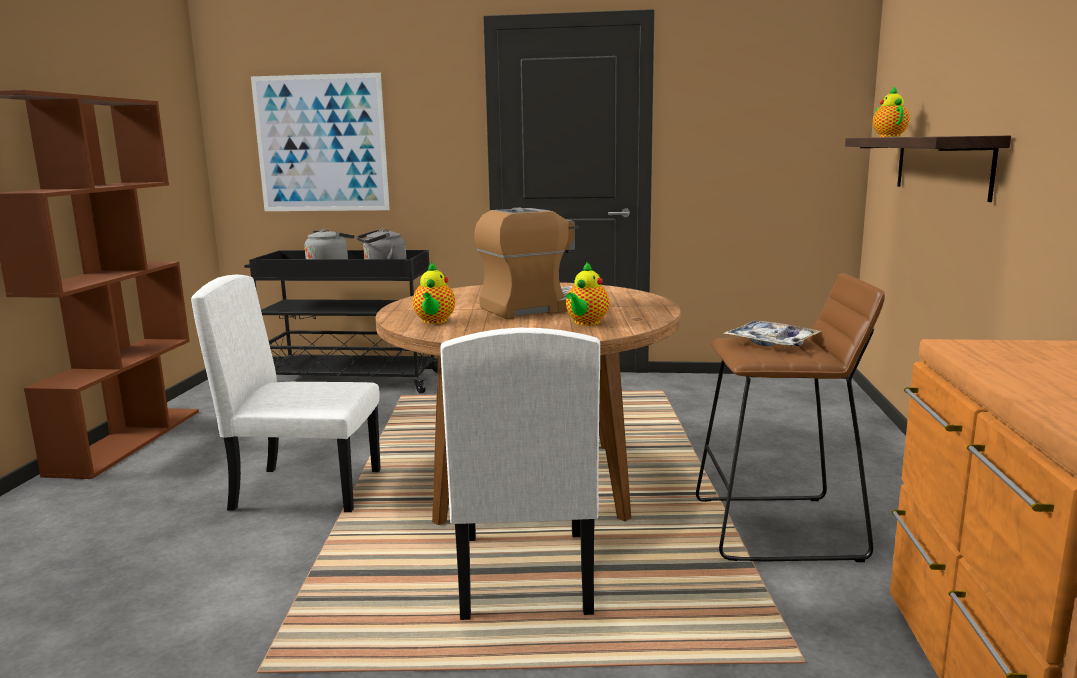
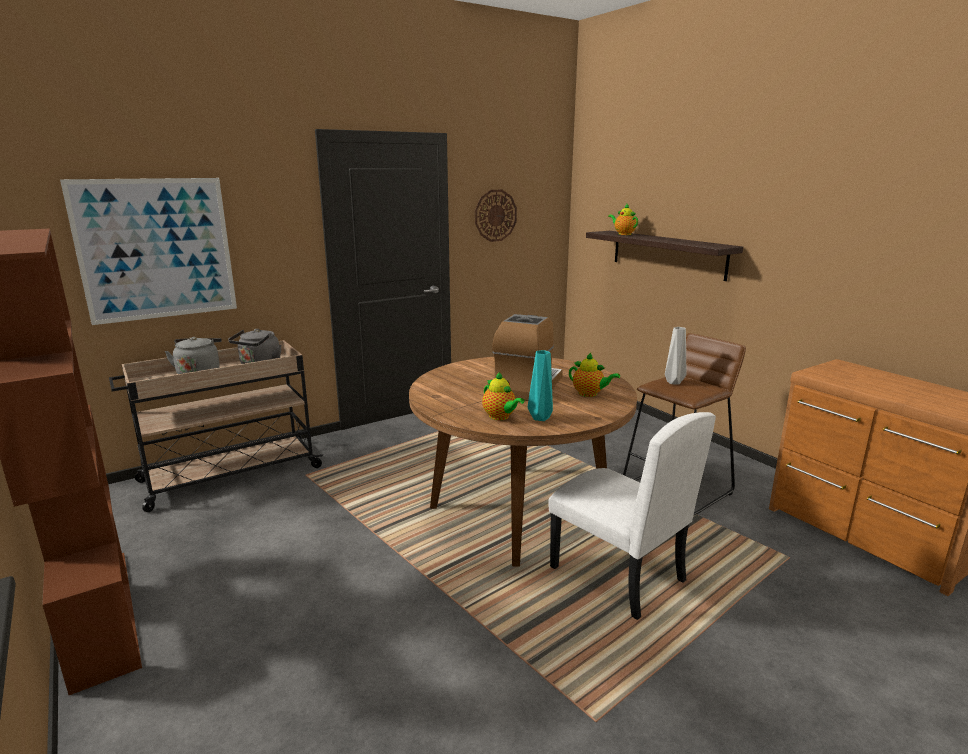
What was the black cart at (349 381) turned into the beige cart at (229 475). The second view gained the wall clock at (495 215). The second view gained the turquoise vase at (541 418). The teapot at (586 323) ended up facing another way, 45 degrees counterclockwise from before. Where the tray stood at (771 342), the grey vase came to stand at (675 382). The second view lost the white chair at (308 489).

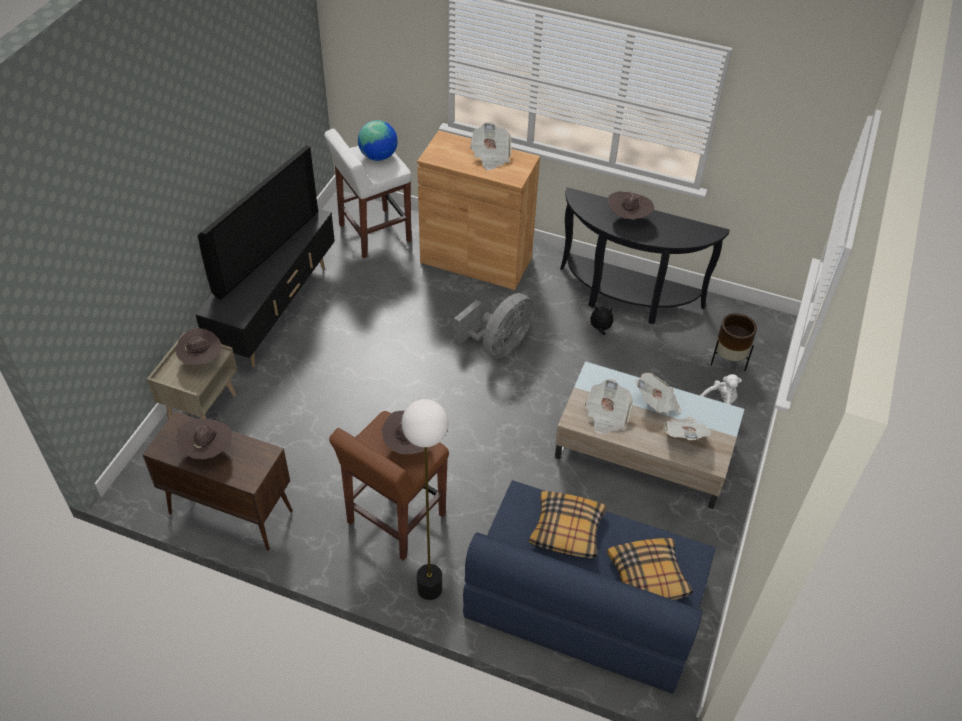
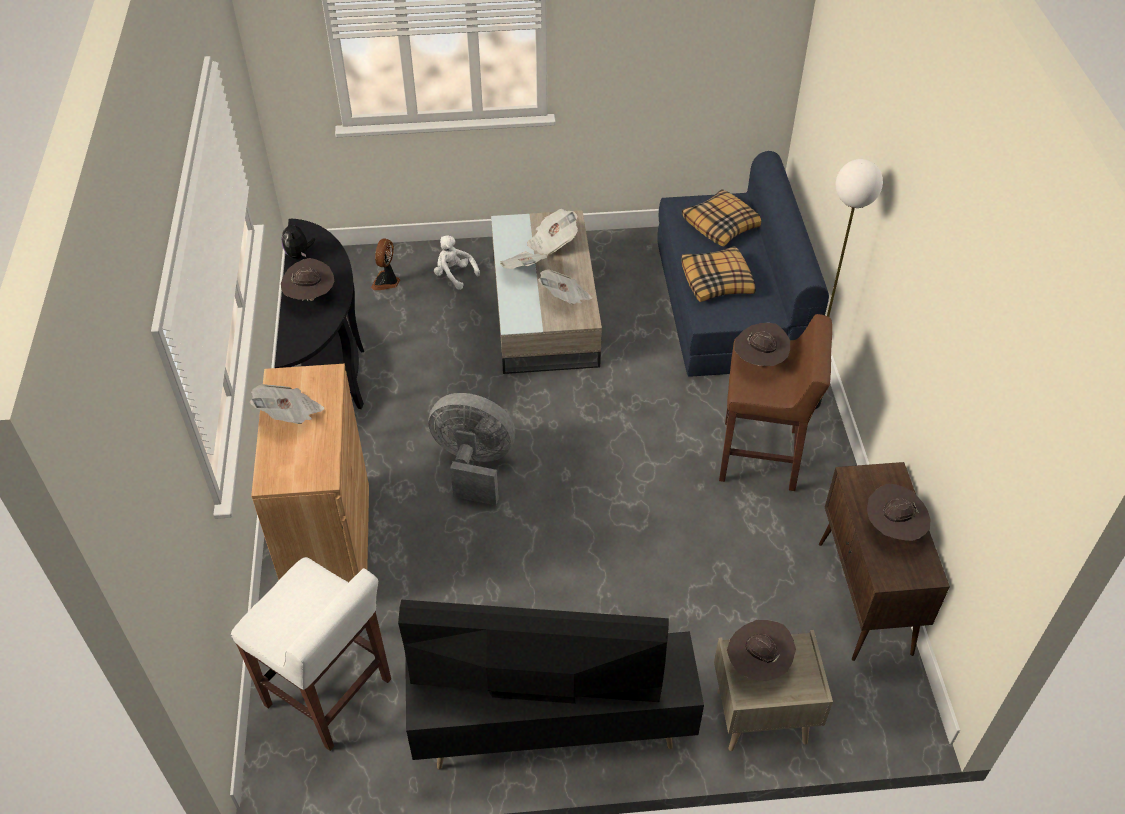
The plush toy ended up elsewhere, having gone from (600 329) to (299 254). Where the brown planter stood at (728 360), the fan came to stand at (387 282). The second view lost the globe at (379 156).

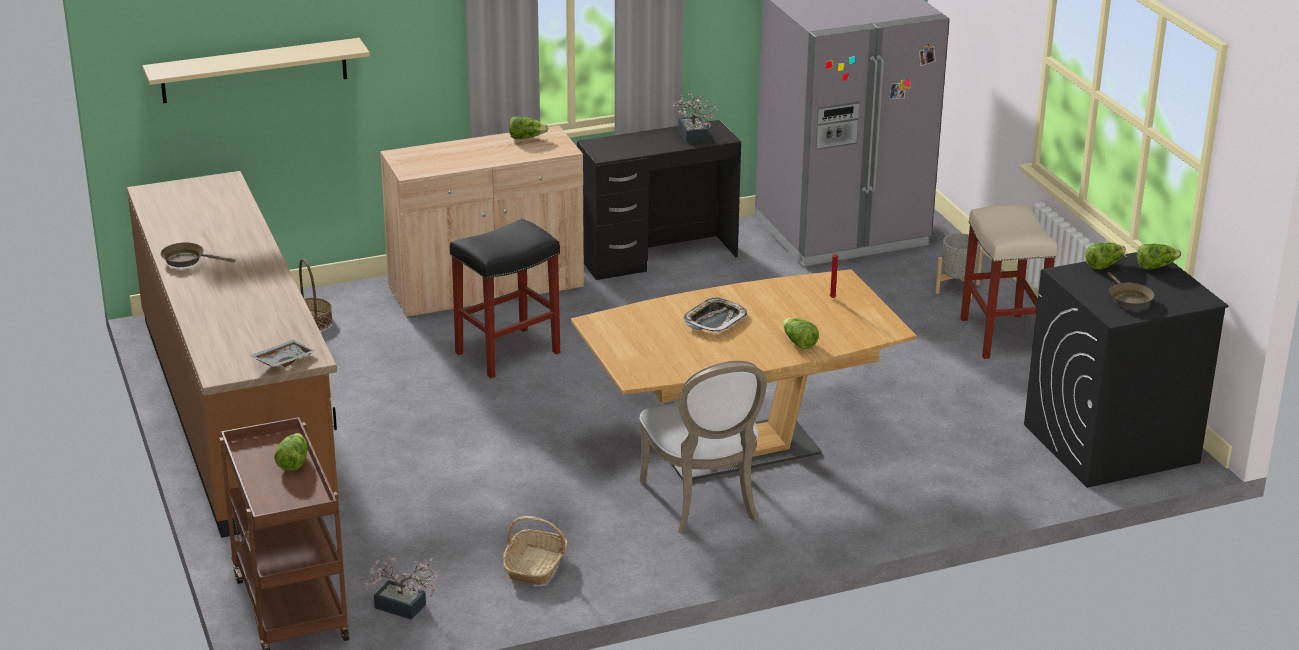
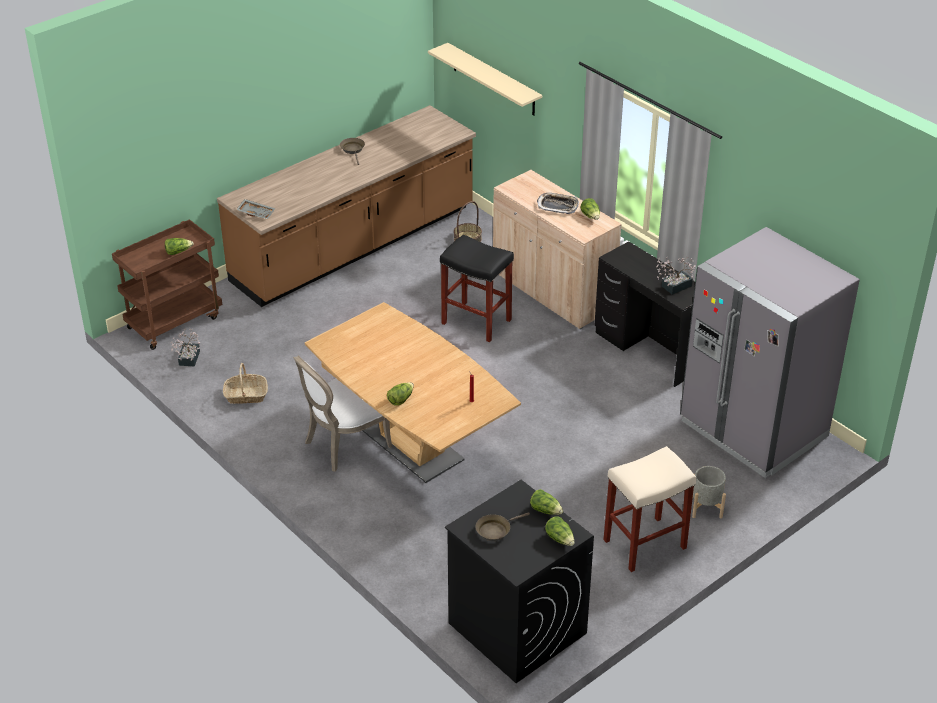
The tray ended up elsewhere, having gone from (714 320) to (557 206).

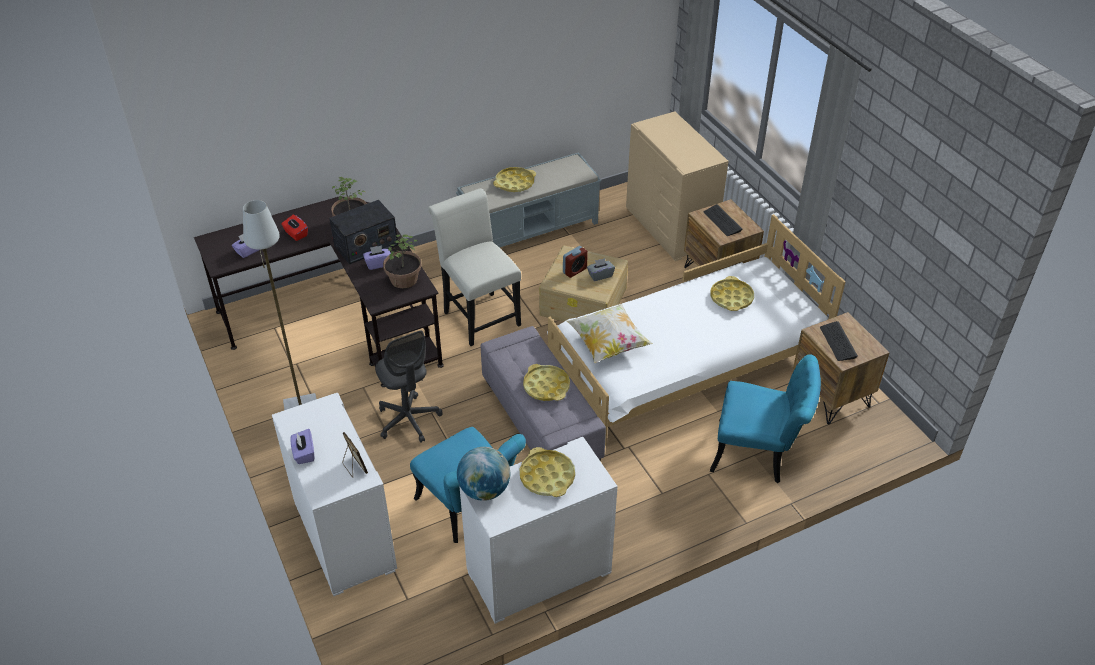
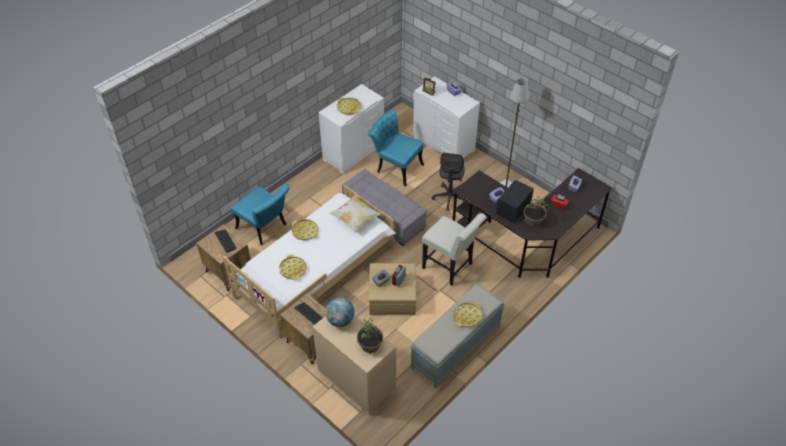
The turquoise chair at (759 453) ended up facing another way, 135 degrees counterclockwise from before. The yellow tray ended up elsewhere, having gone from (546 386) to (305 231). The globe ended up elsewhere, having gone from (484 490) to (340 320). The potted plant ended up elsewhere, having gone from (403 279) to (370 345). The grey office chair at (408 420) ended up facing another way, 120 degrees counterclockwise from before.

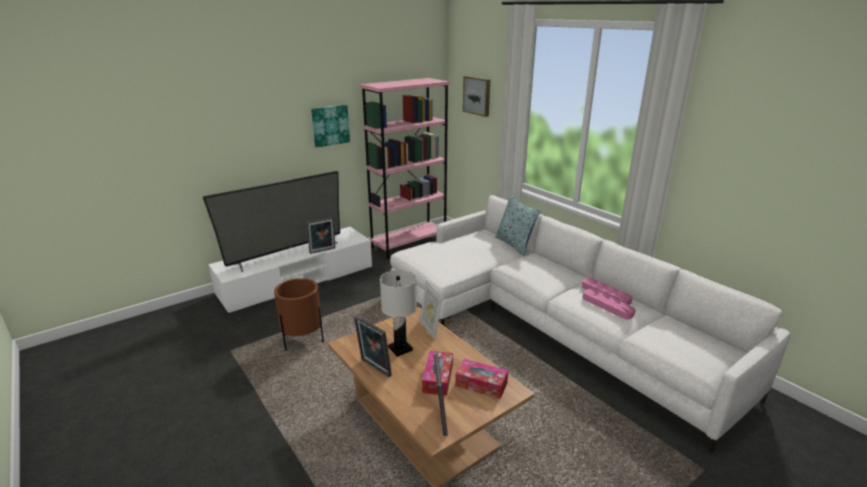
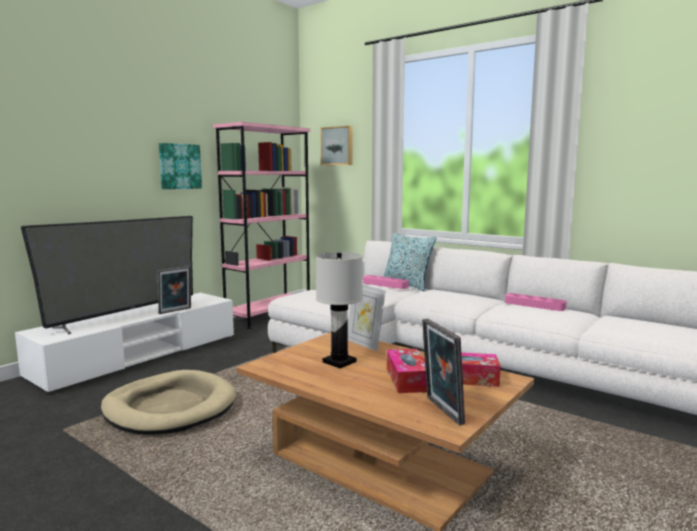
Where the brown planter stood at (303 340), the beige dog bed came to stand at (170 407). The pink tray ended up elsewhere, having gone from (607 306) to (385 285). The second view lost the picture frame at (374 368).

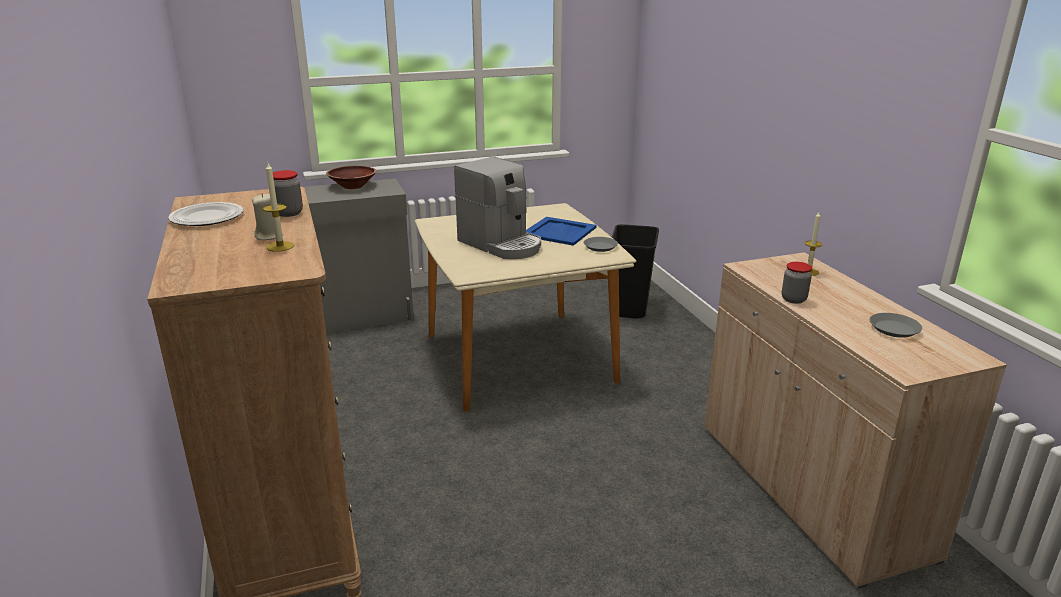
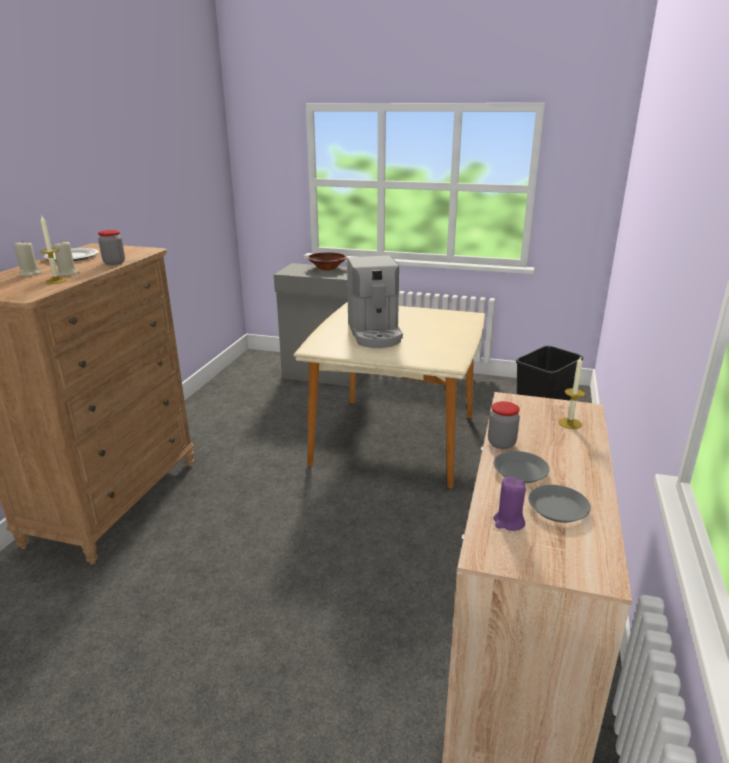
The second view gained the beige candle at (30 274). The second view gained the purple candle at (508 522). The grey plate ended up elsewhere, having gone from (600 247) to (520 471). The second view lost the blue tray at (559 232).

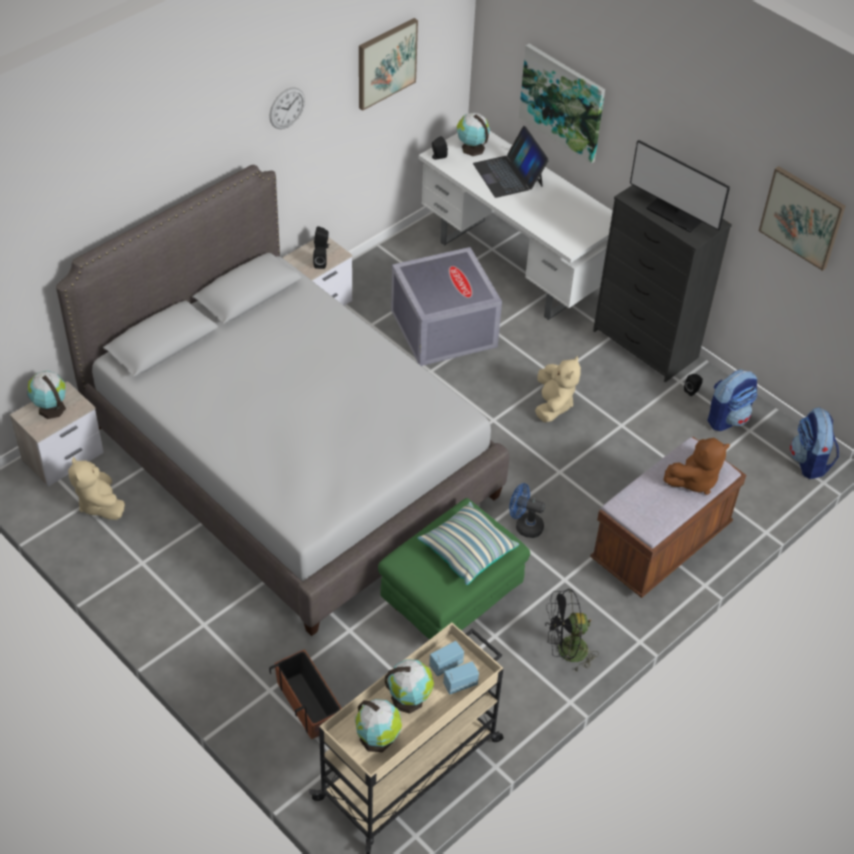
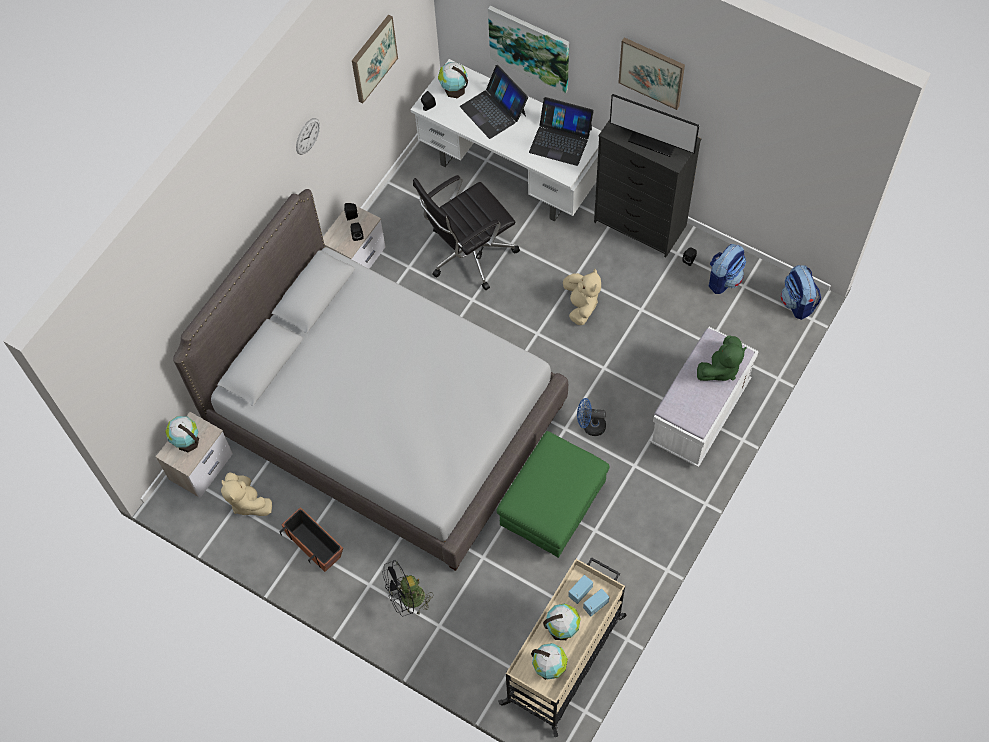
The planter ended up elsewhere, having gone from (308 704) to (314 545). The black fan ended up elsewhere, having gone from (565 651) to (407 599). Where the grey storage box stood at (442 328), the black office chair came to stand at (468 253). The second view gained the laptop at (560 140). The picture ended up elsewhere, having gone from (802 217) to (652 72). What was the brown bench at (660 544) turned into the white bench at (700 413). What was the brown plush toy at (695 480) turned into the green plush toy at (720 368). The second view lost the pillow at (467 550).

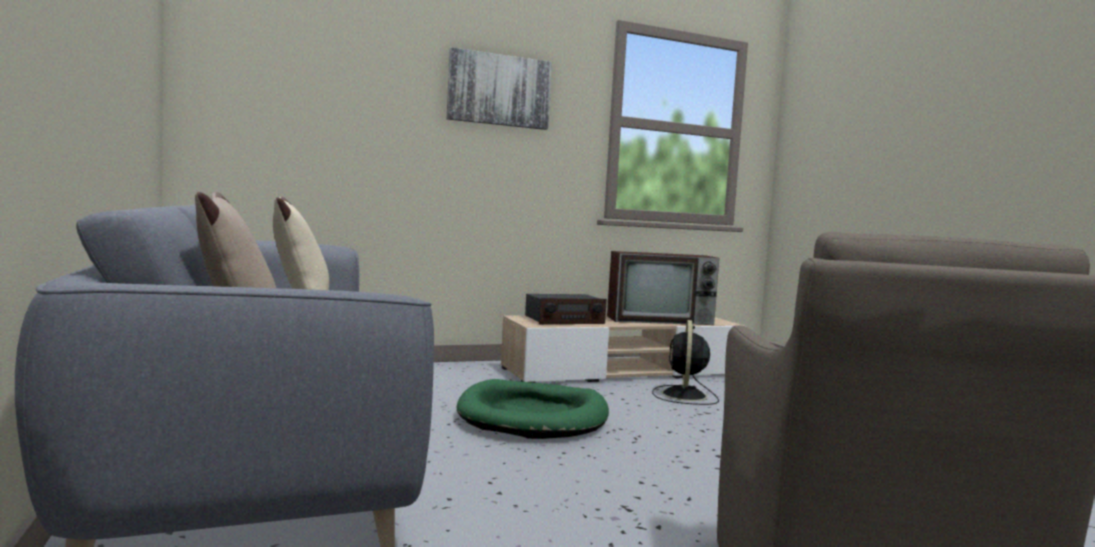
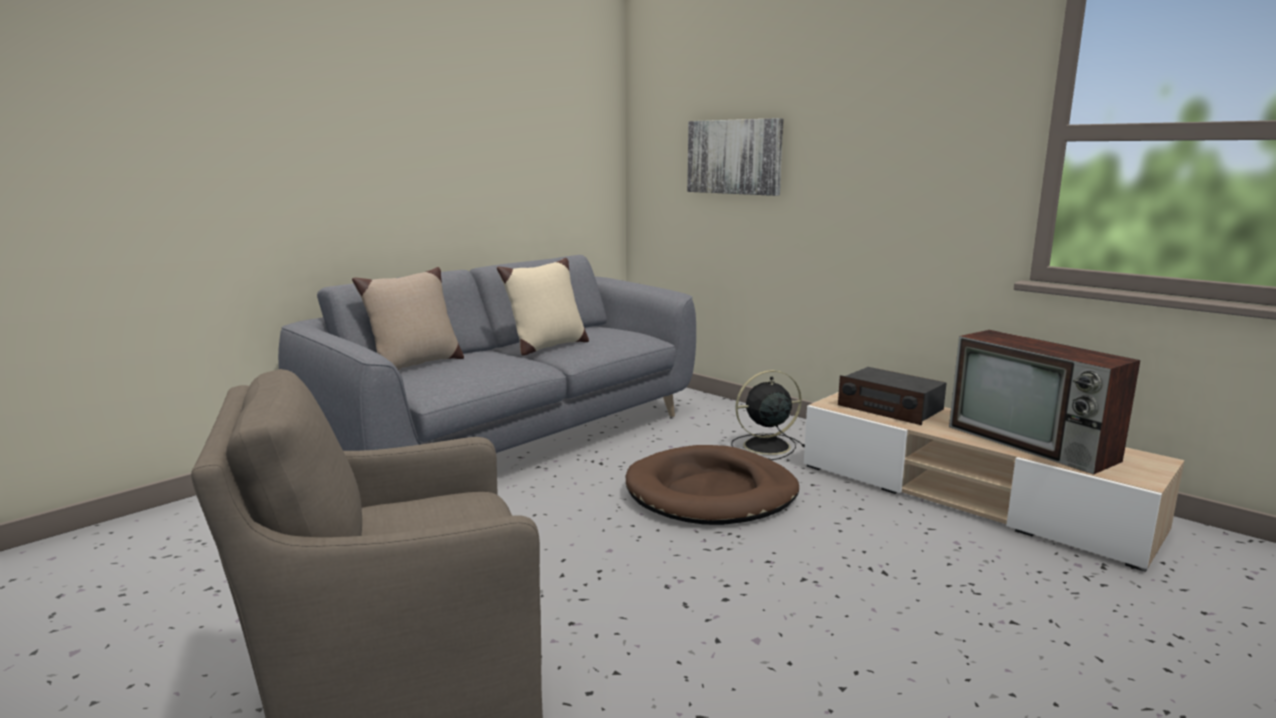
What was the green dog bed at (533 416) turned into the brown dog bed at (711 493). The picture ended up elsewhere, having gone from (499 90) to (734 157). The black fan ended up elsewhere, having gone from (684 395) to (764 446).

